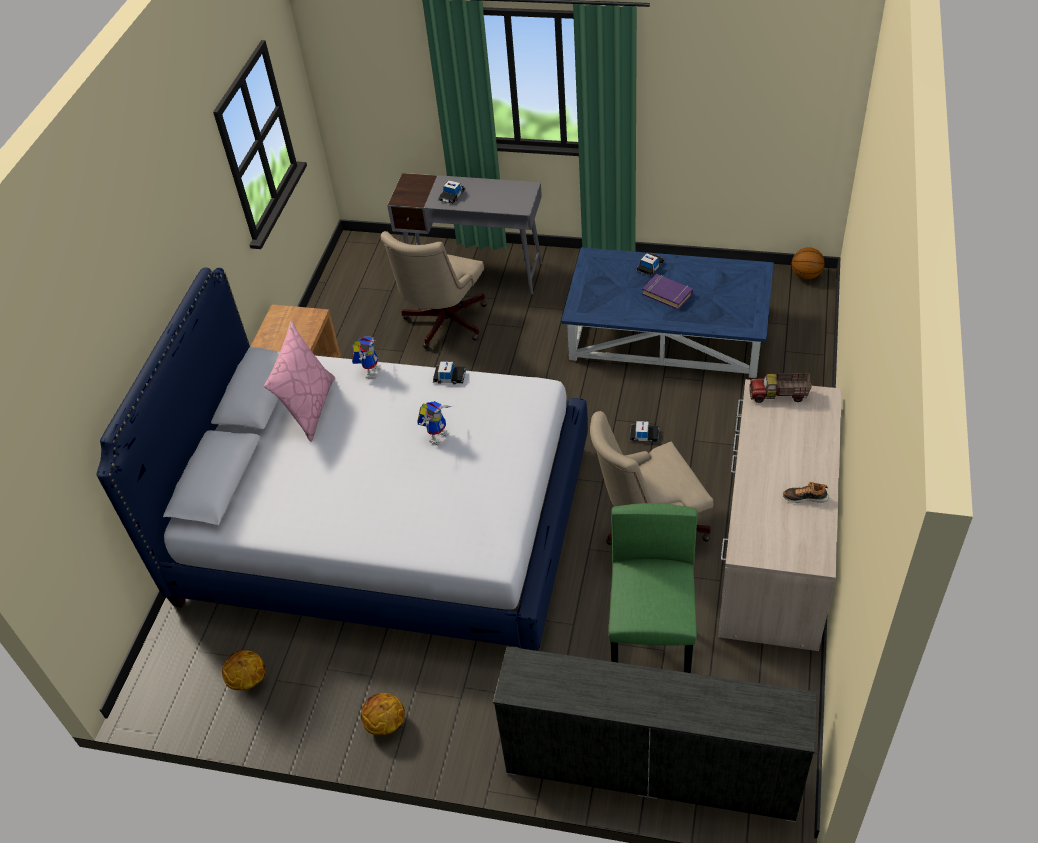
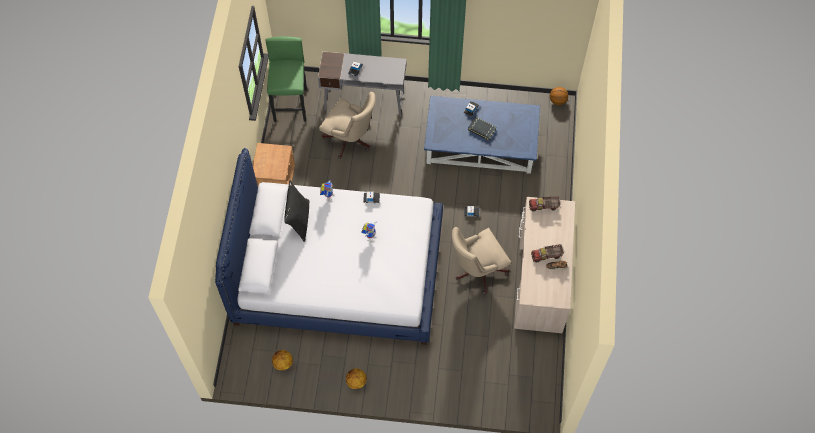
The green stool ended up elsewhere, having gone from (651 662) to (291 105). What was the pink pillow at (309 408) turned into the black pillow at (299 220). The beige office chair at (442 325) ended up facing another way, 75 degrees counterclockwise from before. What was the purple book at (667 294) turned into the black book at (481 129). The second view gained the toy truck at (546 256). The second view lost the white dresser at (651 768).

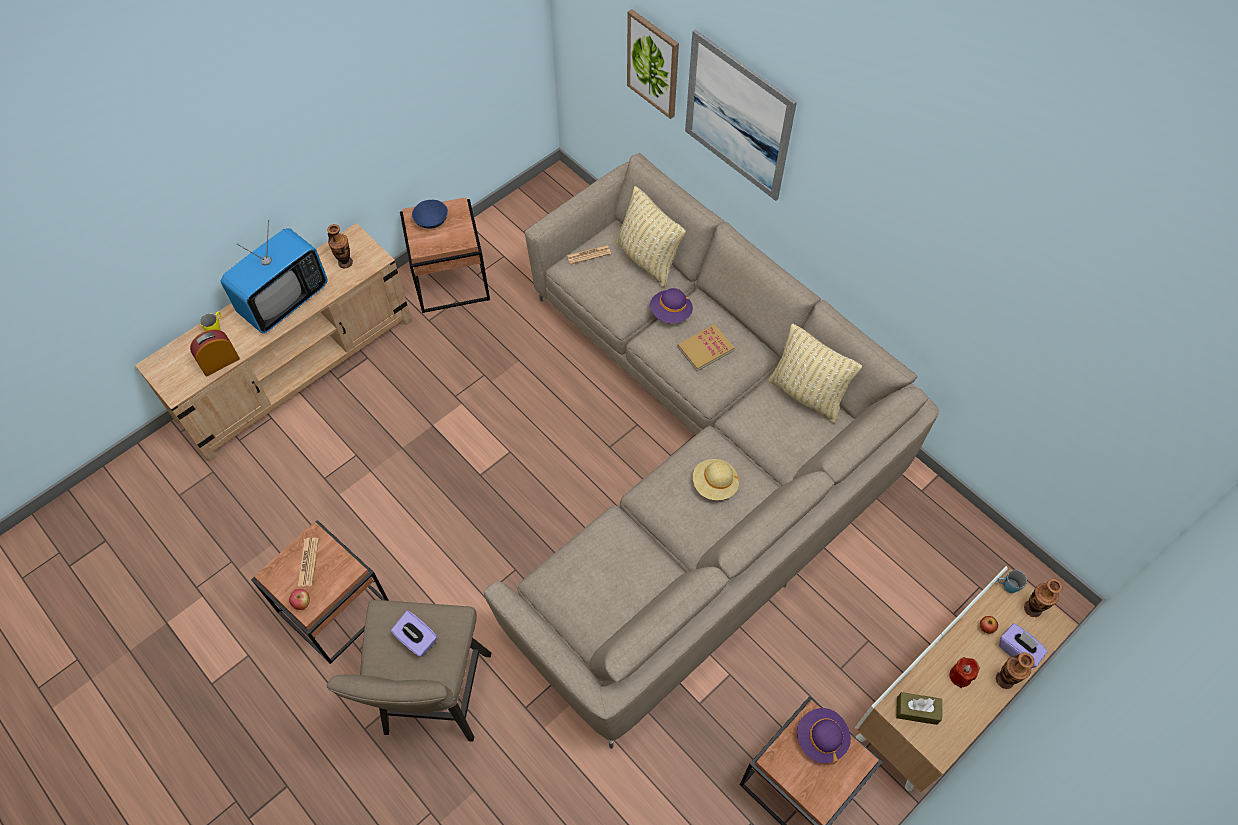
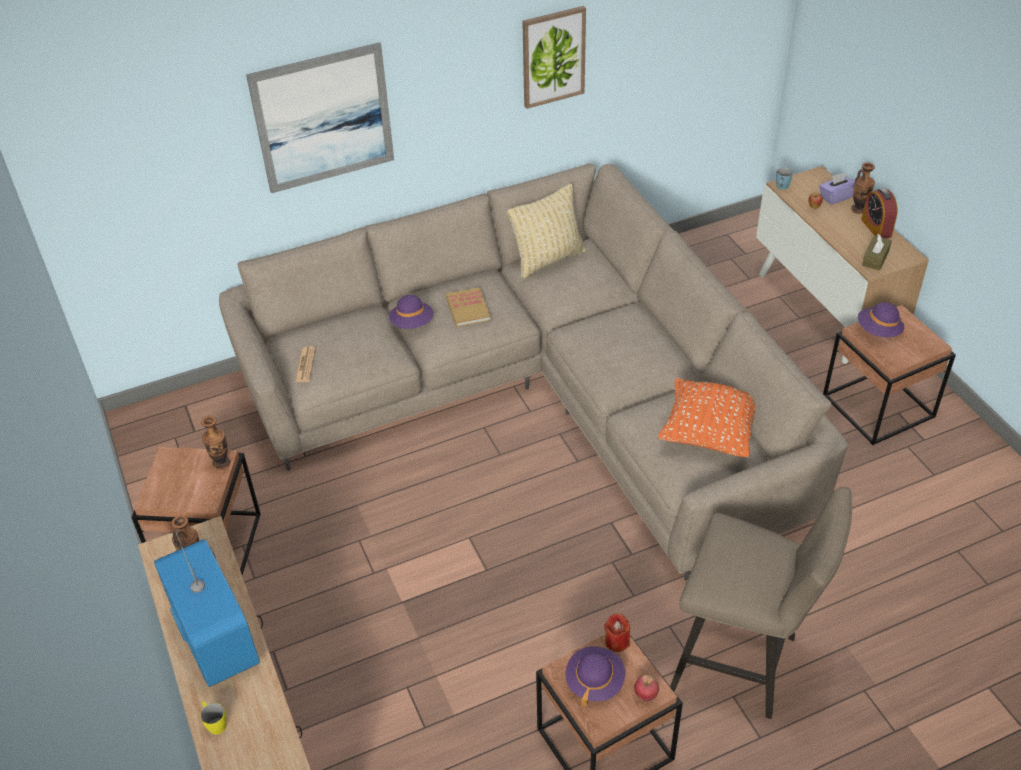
The vase ended up elsewhere, having gone from (1032 608) to (221 463). The picture ended up elsewhere, having gone from (653 64) to (553 56). Where the newspaper stood at (308 562), the purple hat came to stand at (594 681). The red candle ended up elsewhere, having gone from (960 676) to (616 641). The second view gained the orange pillow at (708 434). The alarm clock ended up elsewhere, having gone from (220 362) to (876 228). The second view lost the purple tissue box at (416 639). The second view lost the blue bowl at (432 221). The second view lost the beige pillow at (647 259). The second view lost the beige hat at (714 484).

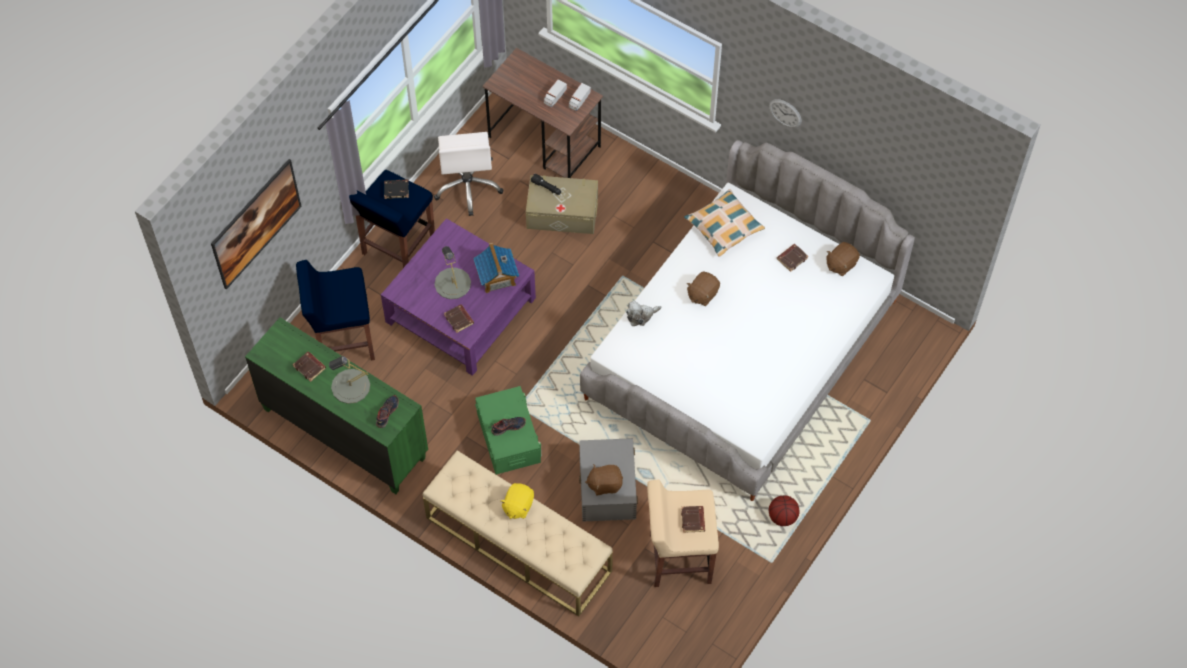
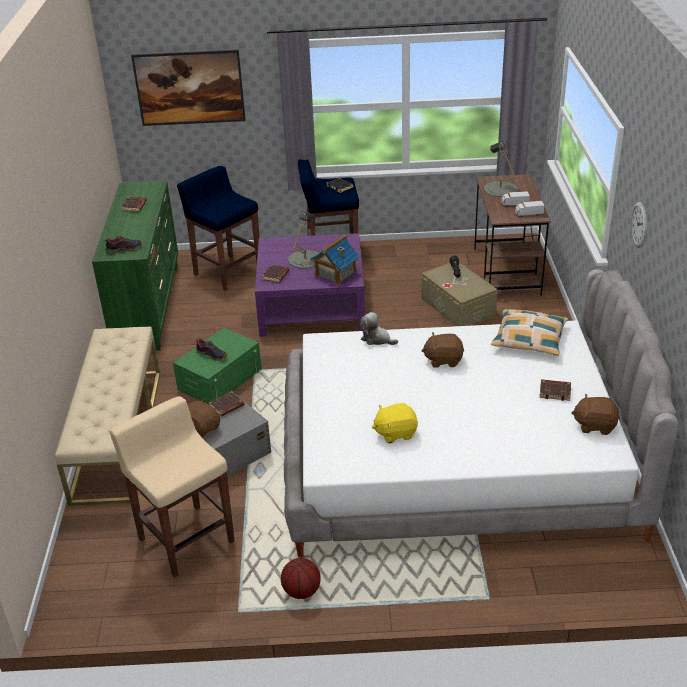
The brown book ended up elsewhere, having gone from (693 520) to (227 406). The yellow plush toy ended up elsewhere, having gone from (518 506) to (395 433). The grey table lamp ended up elsewhere, having gone from (350 386) to (500 189). The second view lost the white office chair at (468 187).

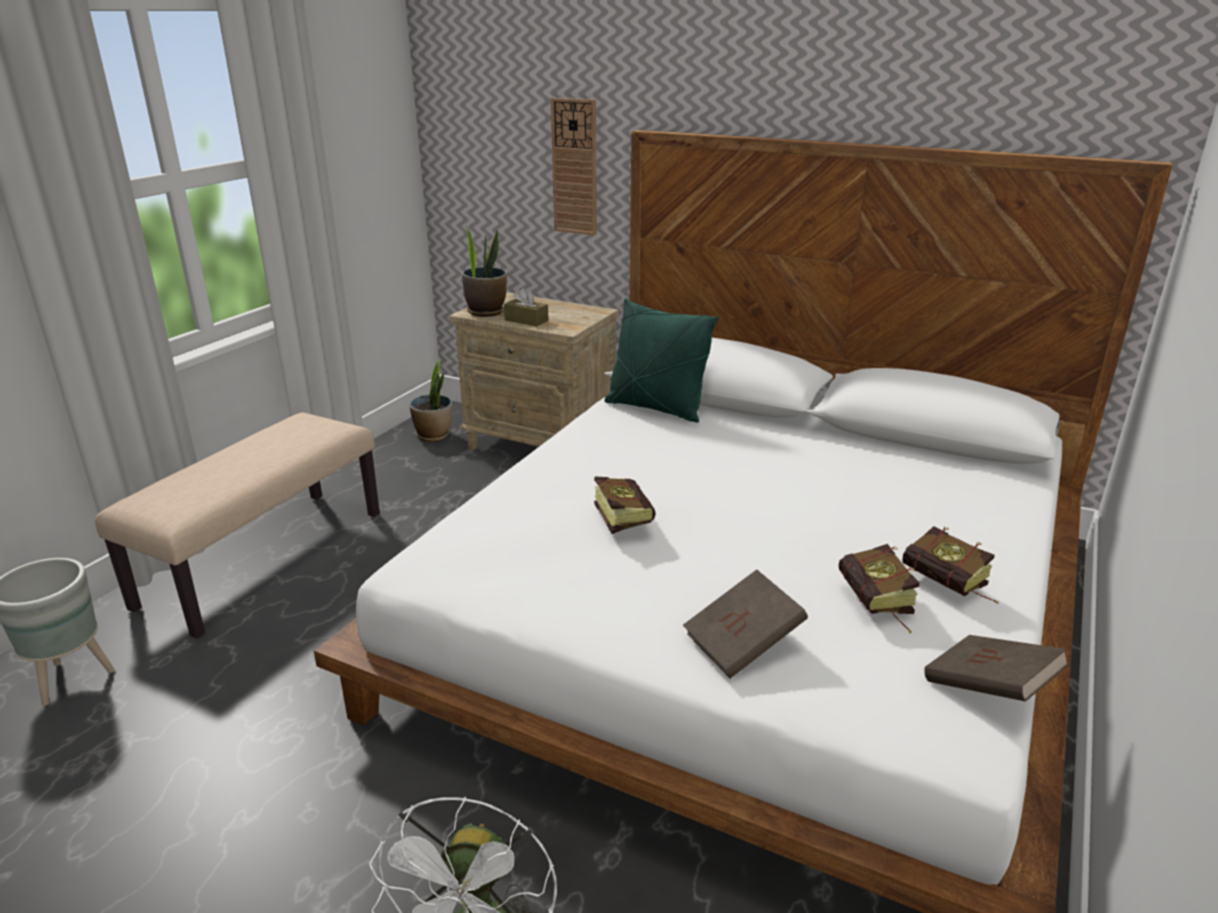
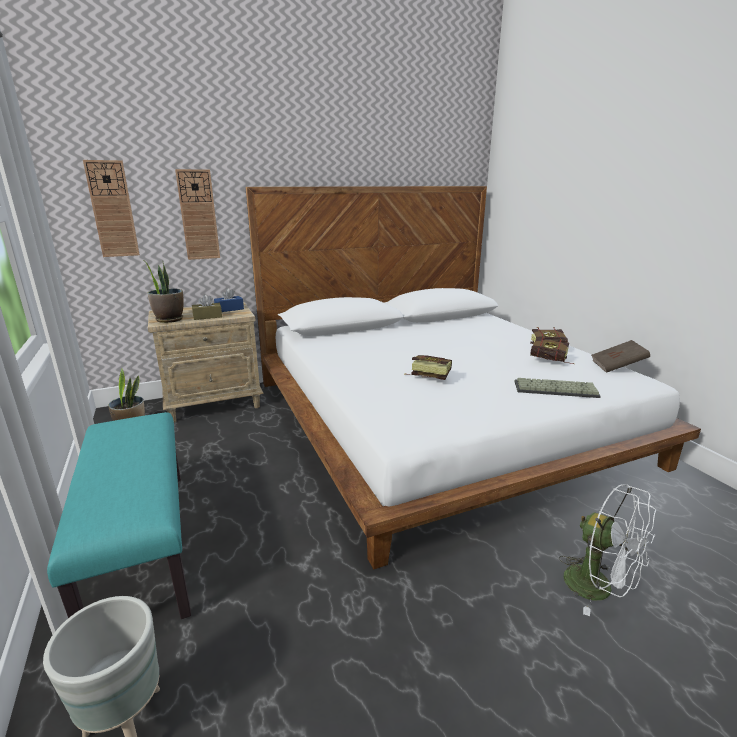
What was the beige bench at (264 558) turned into the turquoise bench at (140 546). The second view gained the wall clock at (112 209). The second view gained the blue tissue box at (229 309). Where the brown book stood at (742 644), the keyboard came to stand at (555 390). The second view lost the green pillow at (656 408).

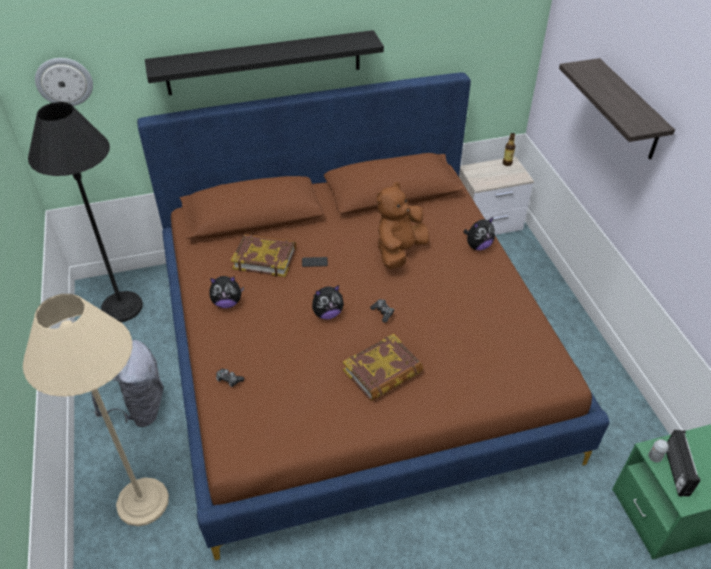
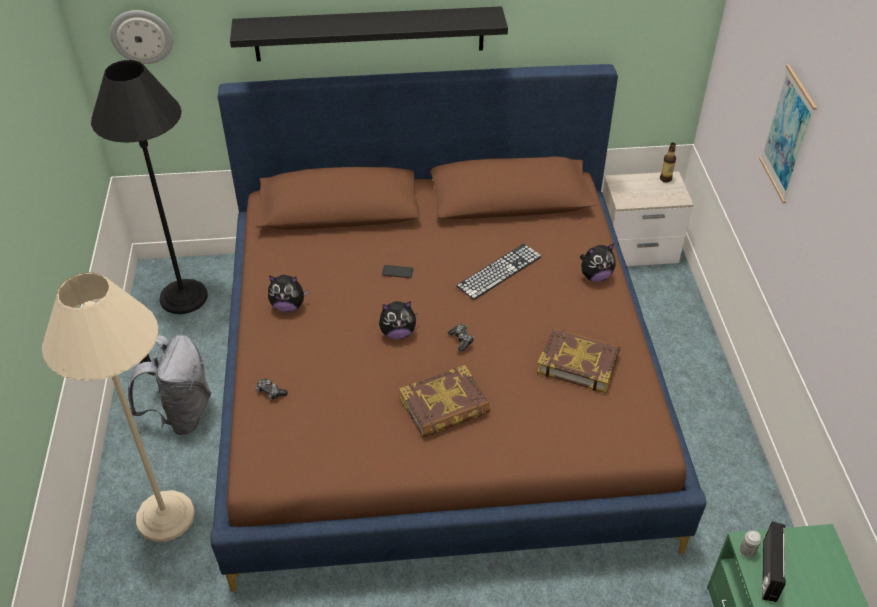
Where the brown plush toy stood at (399 251), the keyboard came to stand at (499 271). The book ended up elsewhere, having gone from (265 258) to (578 363). Where the shelf hung at (629 111), the picture came to hang at (787 134).

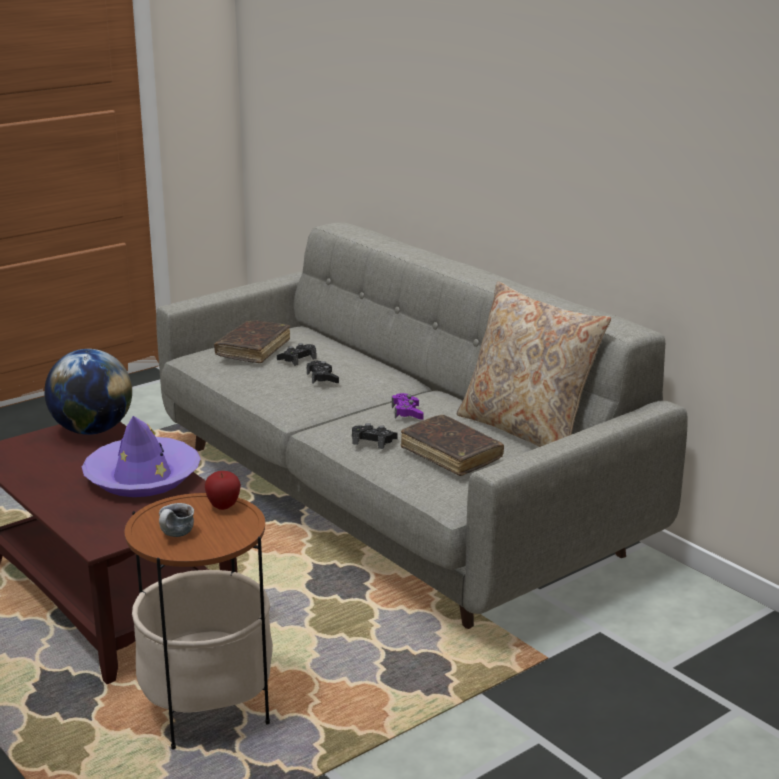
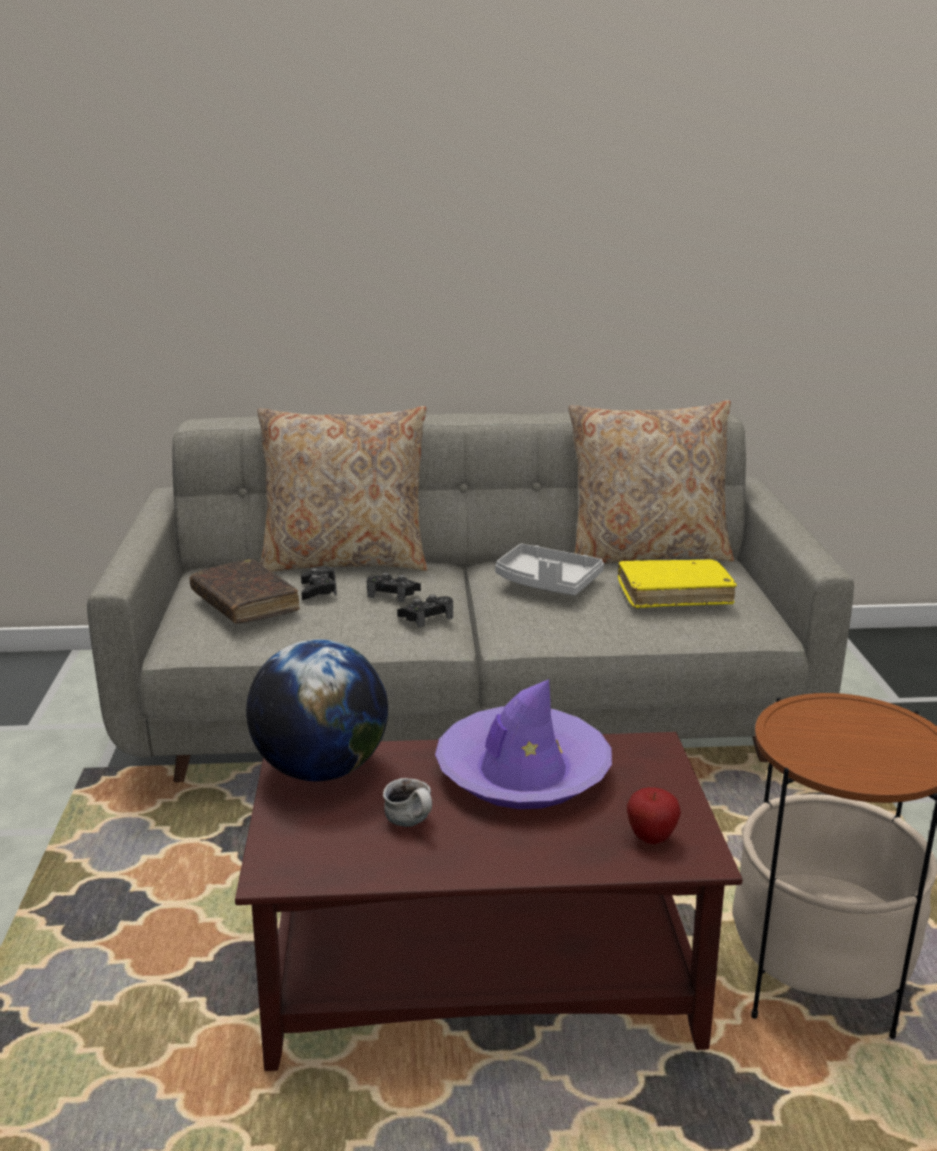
The second view gained the beige pillow at (345 561). The mug ended up elsewhere, having gone from (176 536) to (412 822). The black game controller ended up elsewhere, having gone from (373 441) to (427 617). Where the purple game controller stood at (407 412), the grey tray came to stand at (547 583). What was the brown book at (451 454) turned into the yellow book at (674 594). The apple ended up elsewhere, having gone from (223 506) to (651 838).

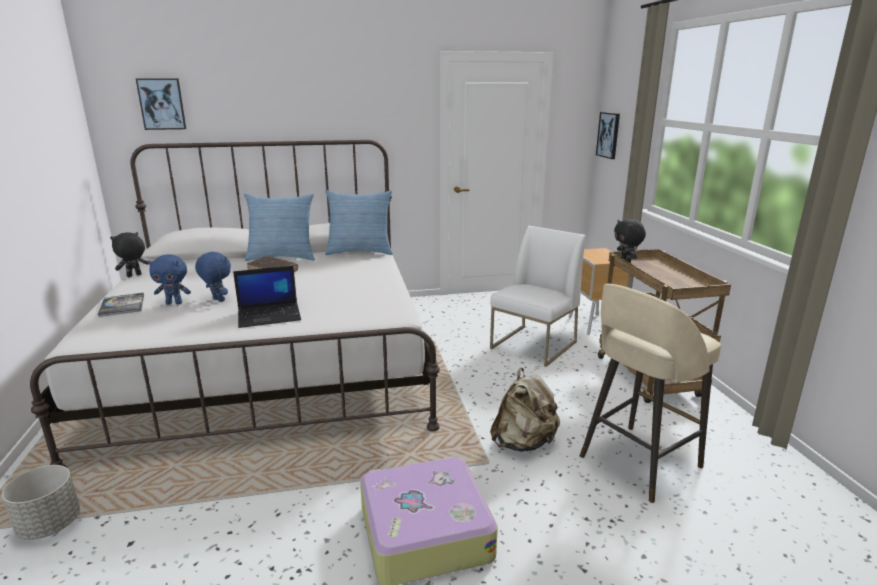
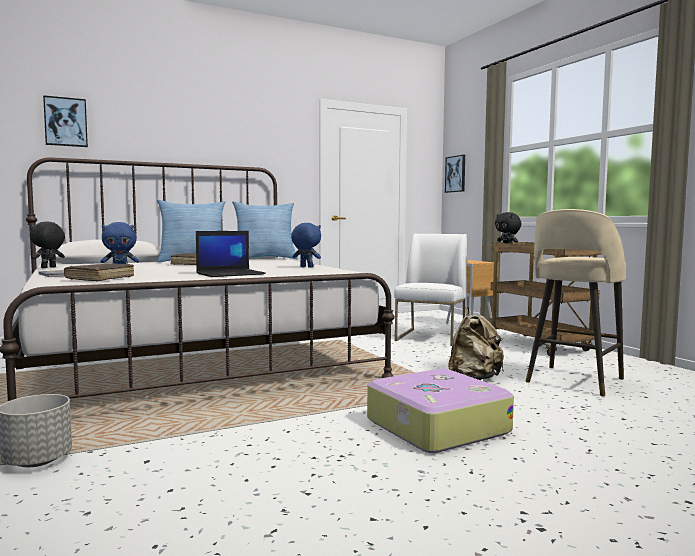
The second view gained the brown book at (100 279). The blue plush toy ended up elsewhere, having gone from (217 300) to (306 267).

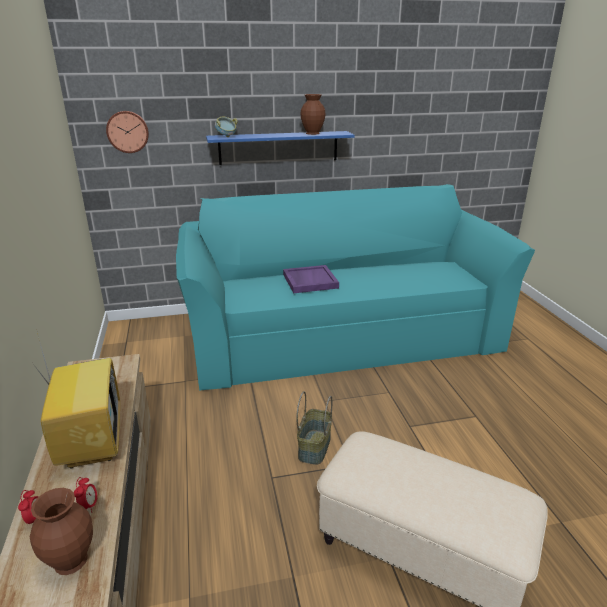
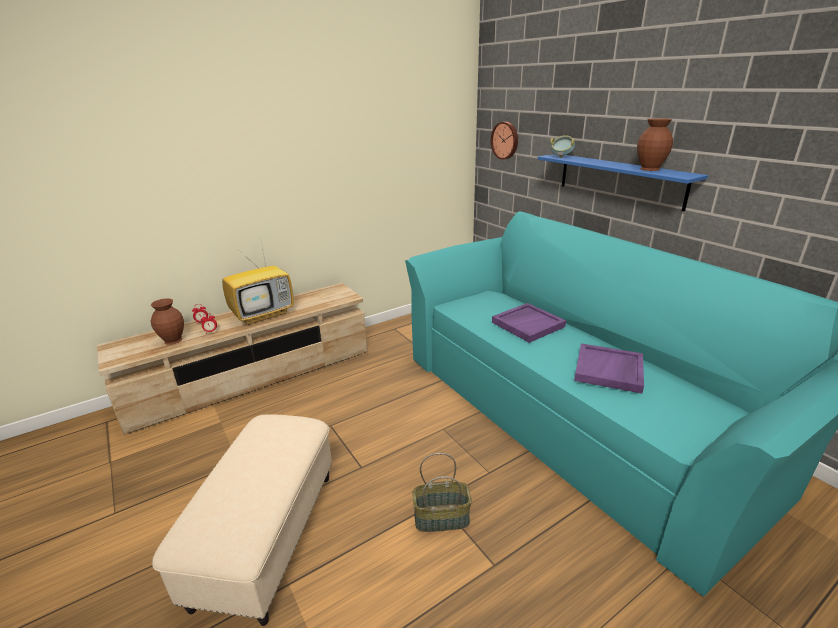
The basket ended up elsewhere, having gone from (314 446) to (442 517). The second view gained the purple tray at (609 370).

